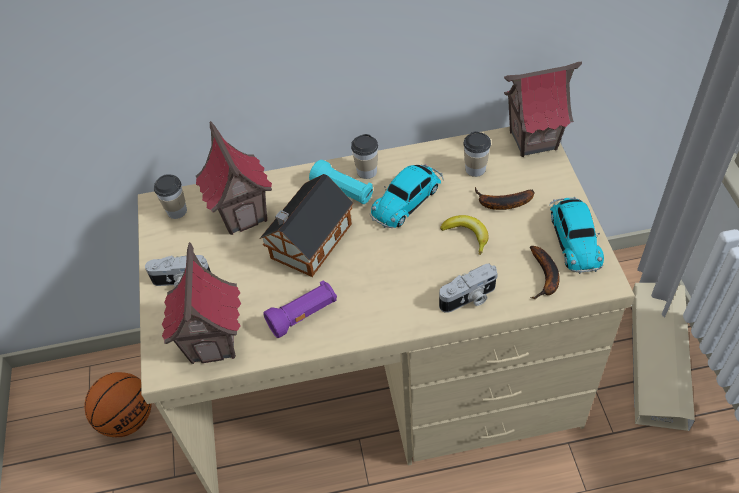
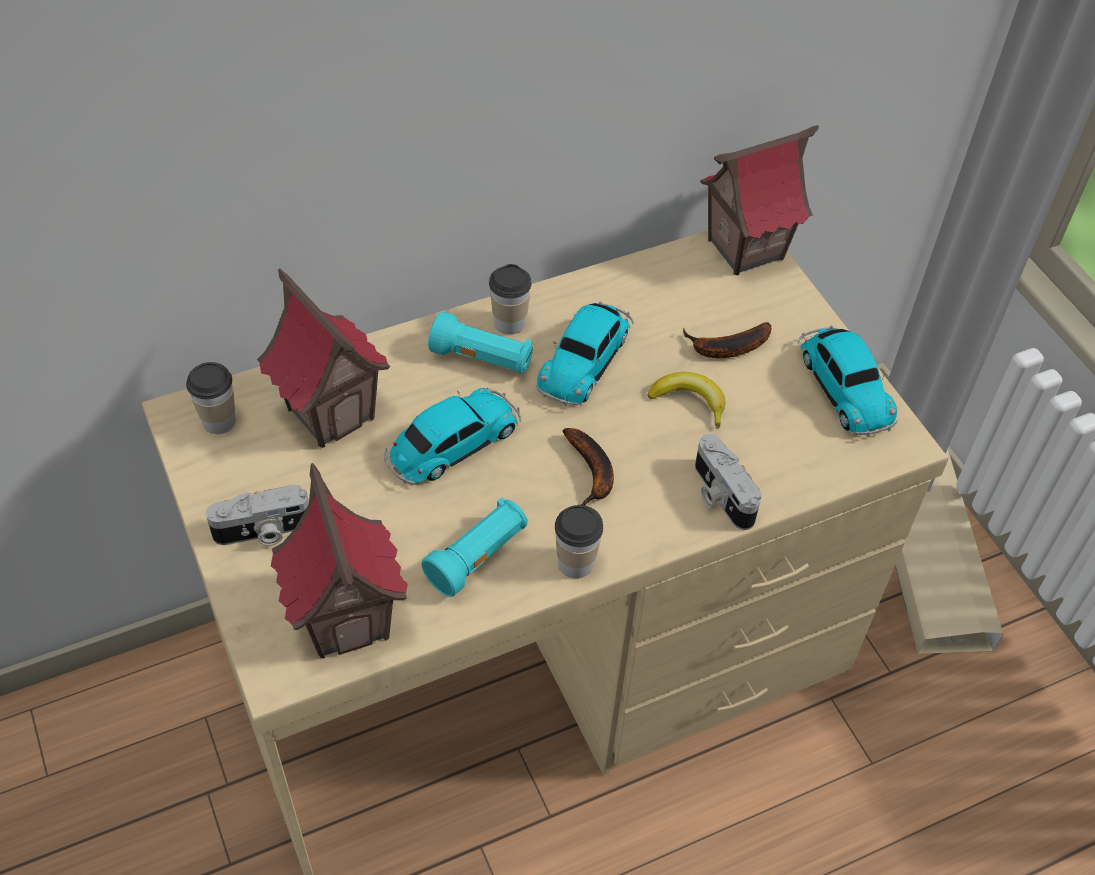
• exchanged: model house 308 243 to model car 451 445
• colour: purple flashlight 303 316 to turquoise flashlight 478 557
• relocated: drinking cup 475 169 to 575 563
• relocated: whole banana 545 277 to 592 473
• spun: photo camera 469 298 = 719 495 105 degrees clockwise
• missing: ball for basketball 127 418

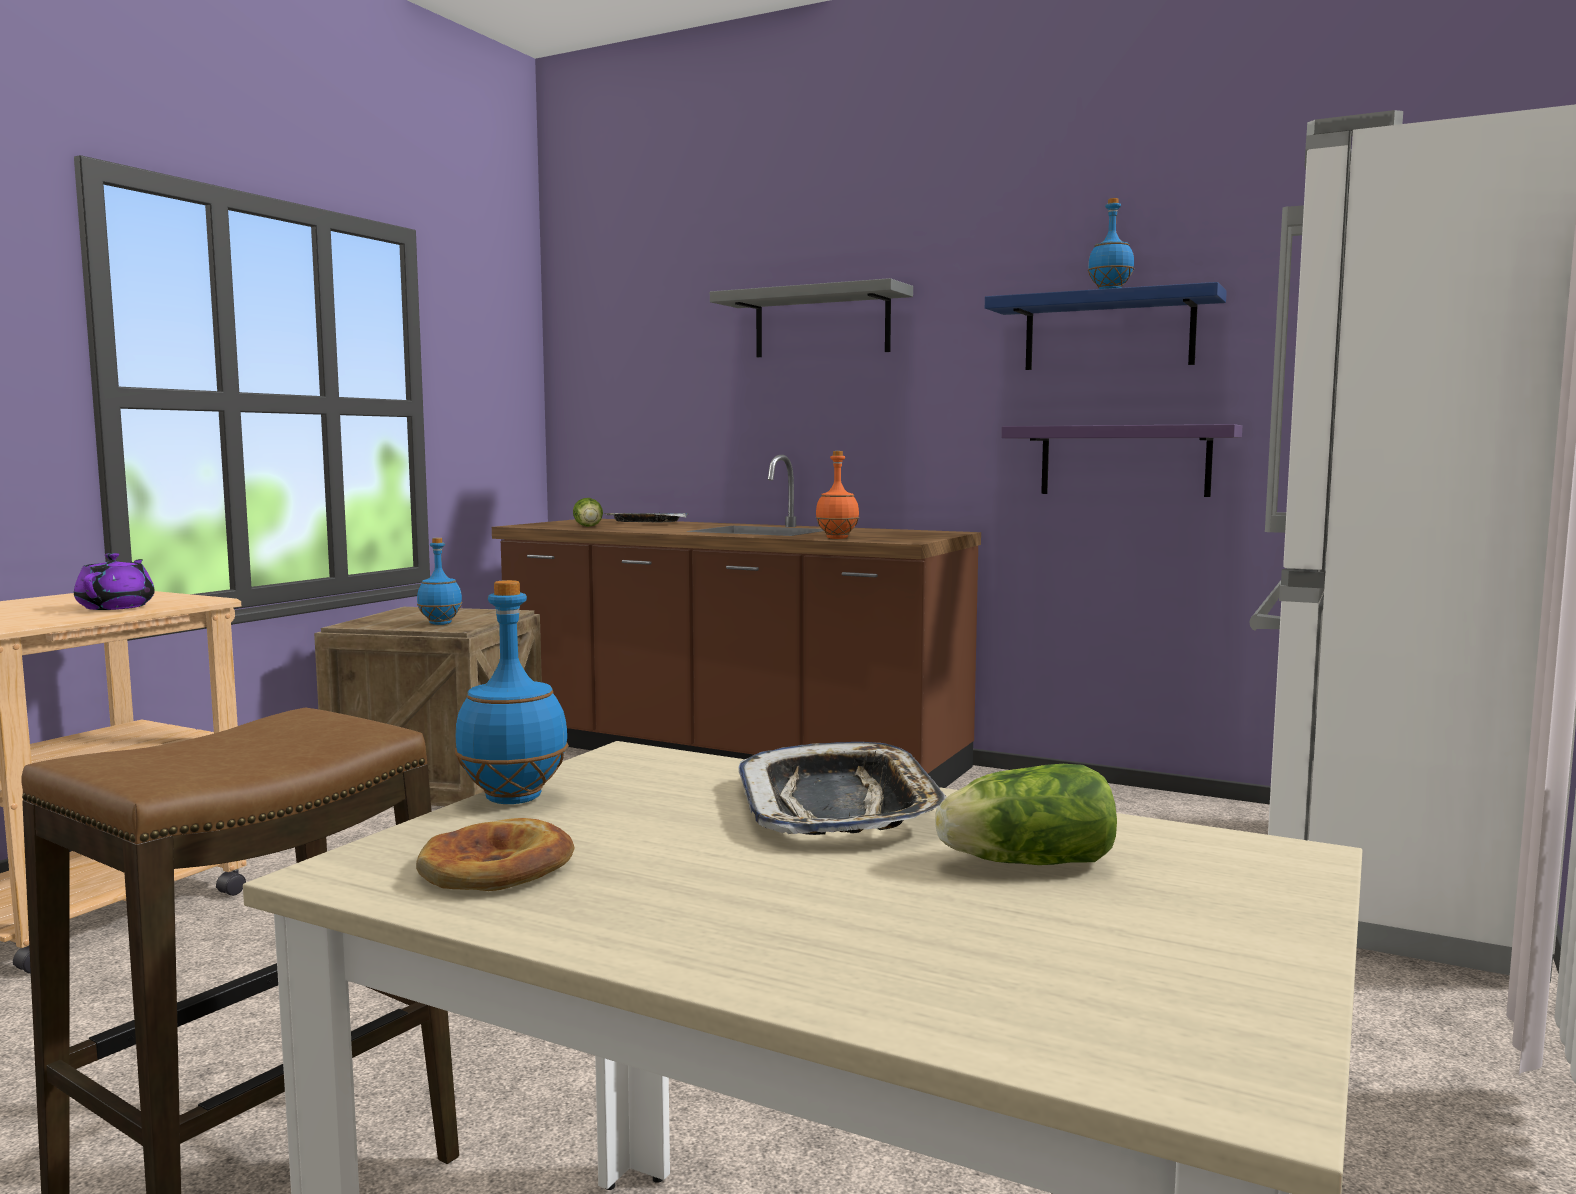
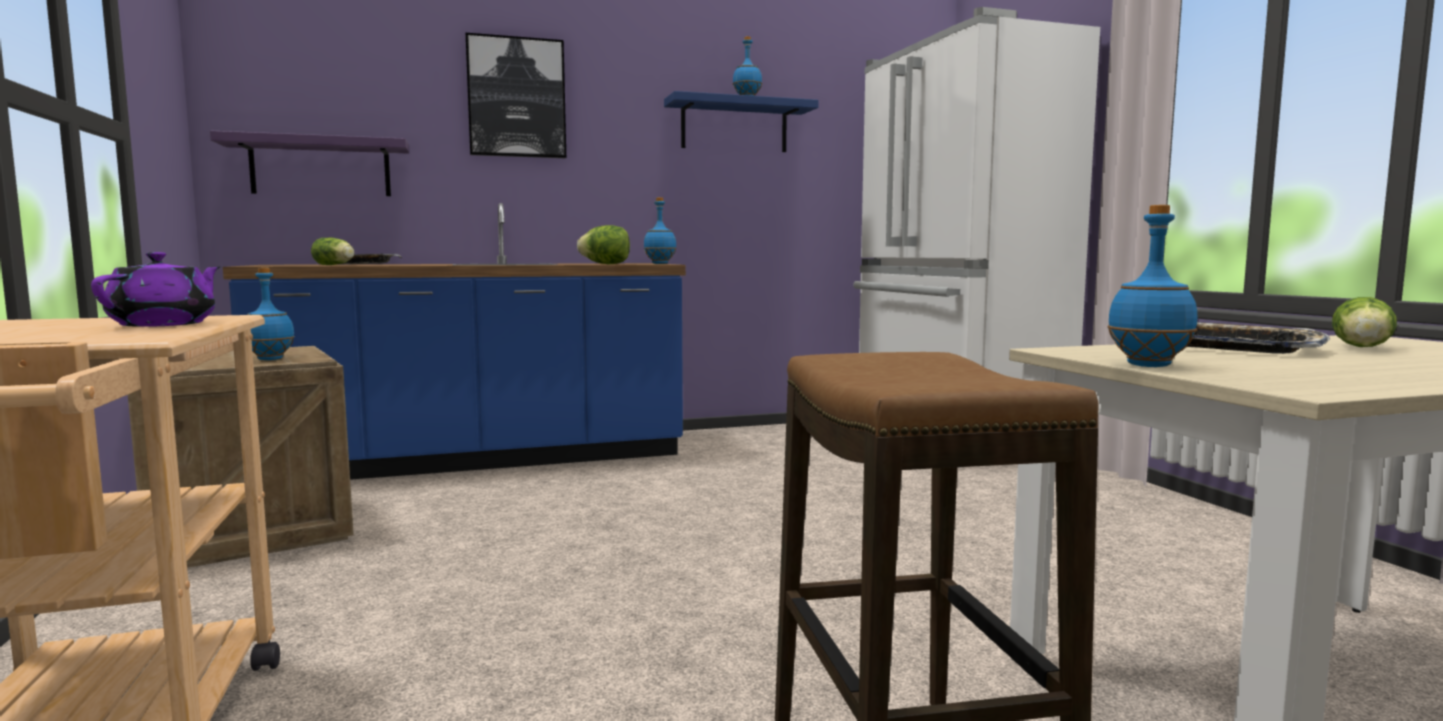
• spun: purple pot for tea 117 607 = 165 324 60 degrees clockwise
• relocated: purple shelf 1124 460 to 321 168
• colour: brown-coloured kitchen counter 730 756 to blue kitchen counter 479 459
• exchanged: grey shelf 822 323 to wall picture 516 98
• exchanged: orange-coloured bottle 837 538 to lettuce head 606 264
• appeared: blue bottle 659 264
• missing: bakery bread 494 868

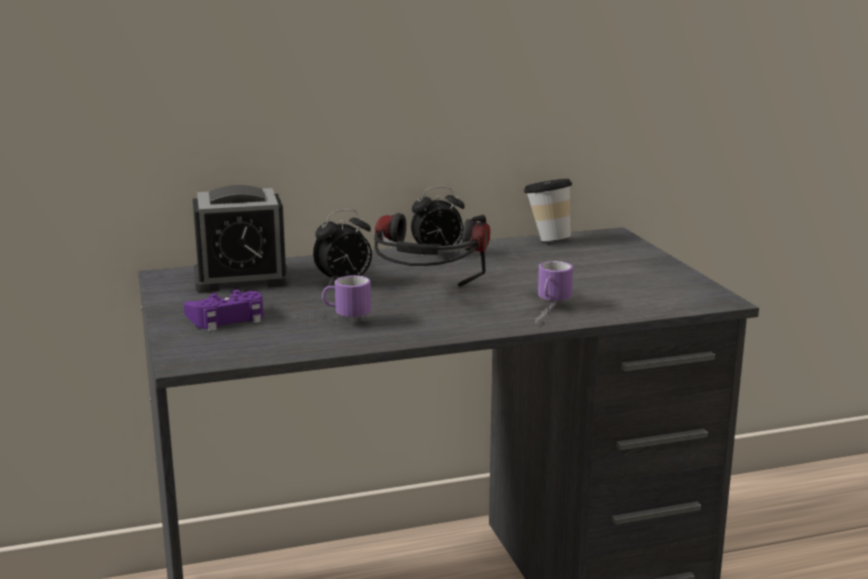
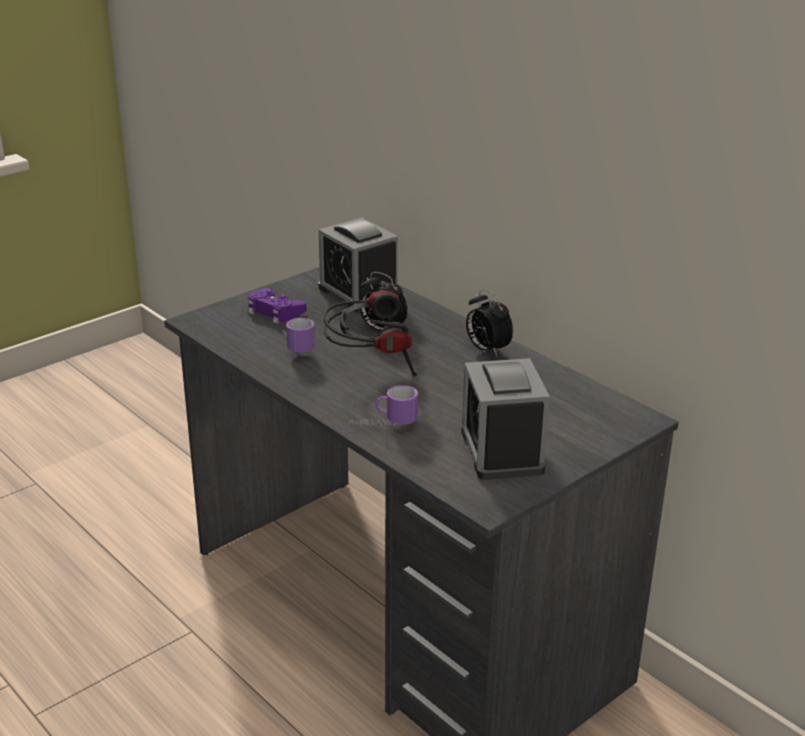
• appeared: table clock 501 451
• missing: drinking cup 547 239

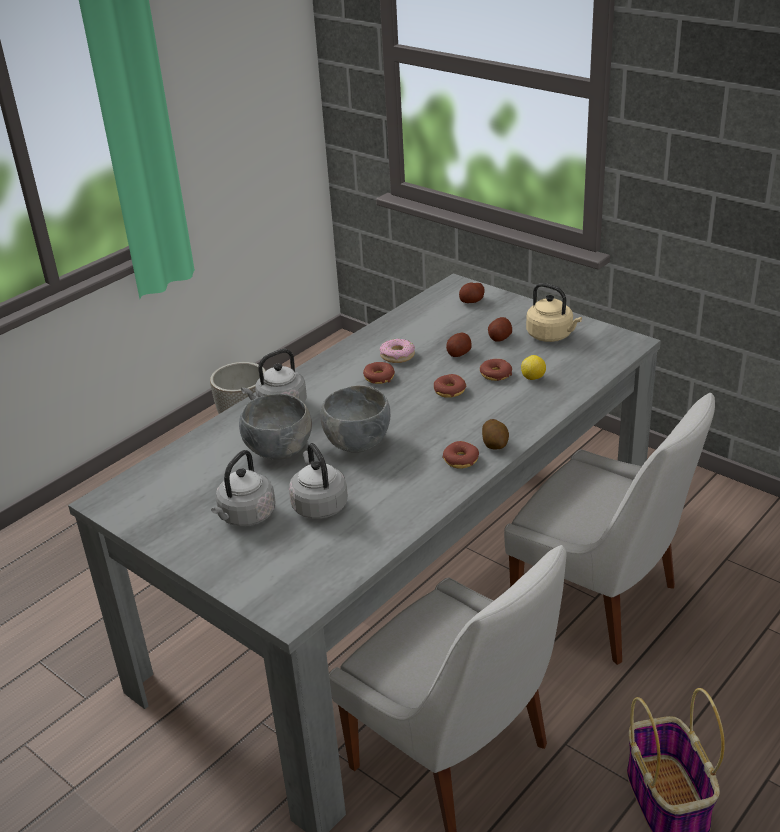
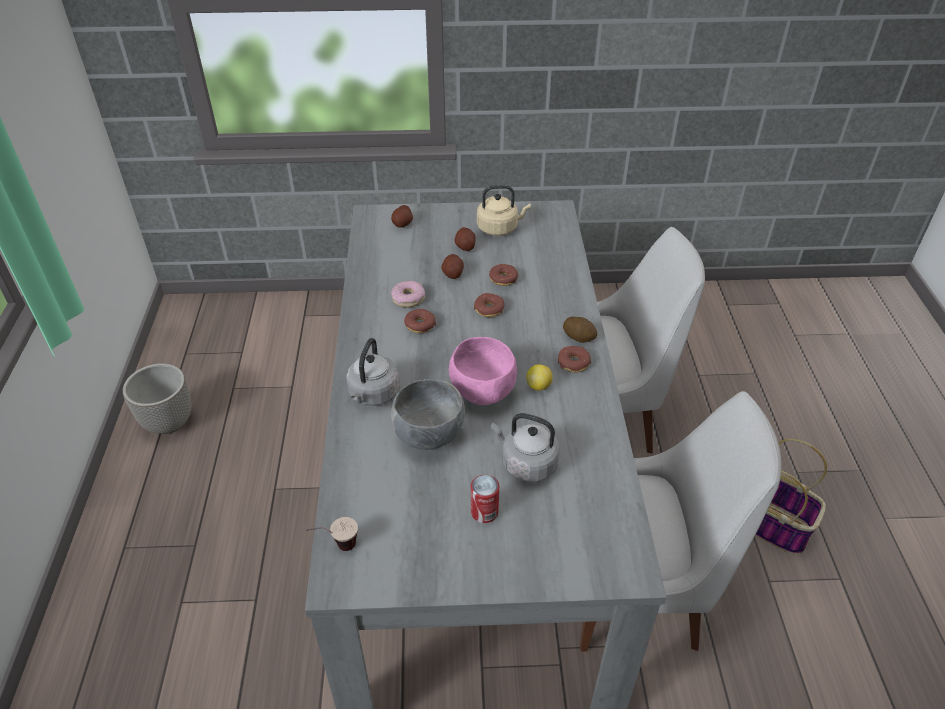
• appeared: drinking cup 336 547
• colour: grey serving bowl 357 444 to pink-coloured serving bowl 482 393
• exchanged: grey kettle 245 517 to sealed can 484 512
• relocated: whole lemon 533 378 to 538 386

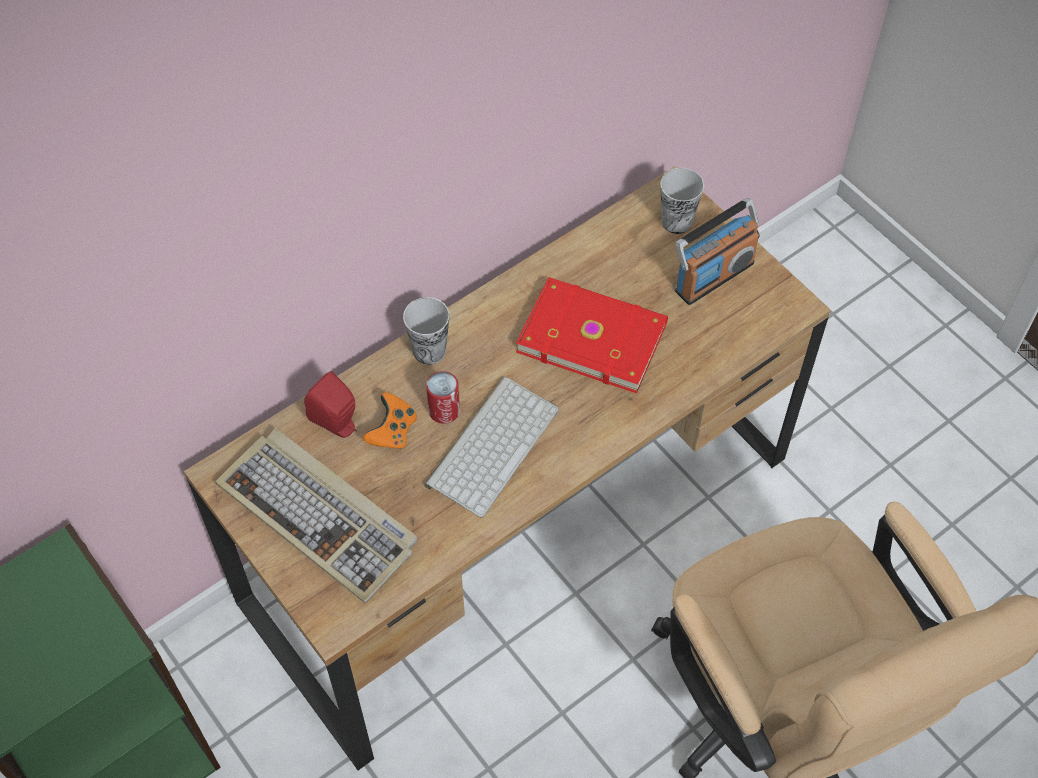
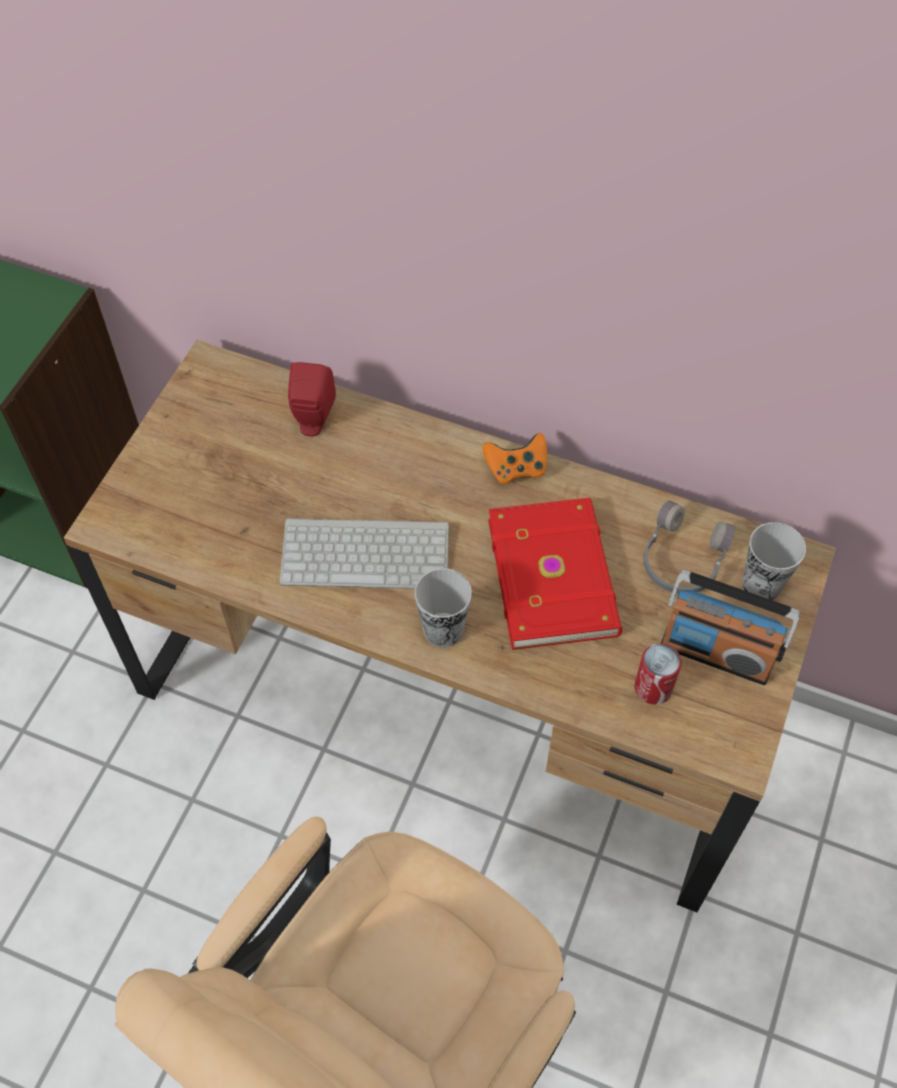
• relocated: drinking cup 429 350 to 443 629
• relocated: orange-coloured game controller 392 431 to 516 468
• relocated: sealed can 444 410 to 653 687
• appeared: grey pair of headphones 681 559
• missing: computer keyboard 320 516

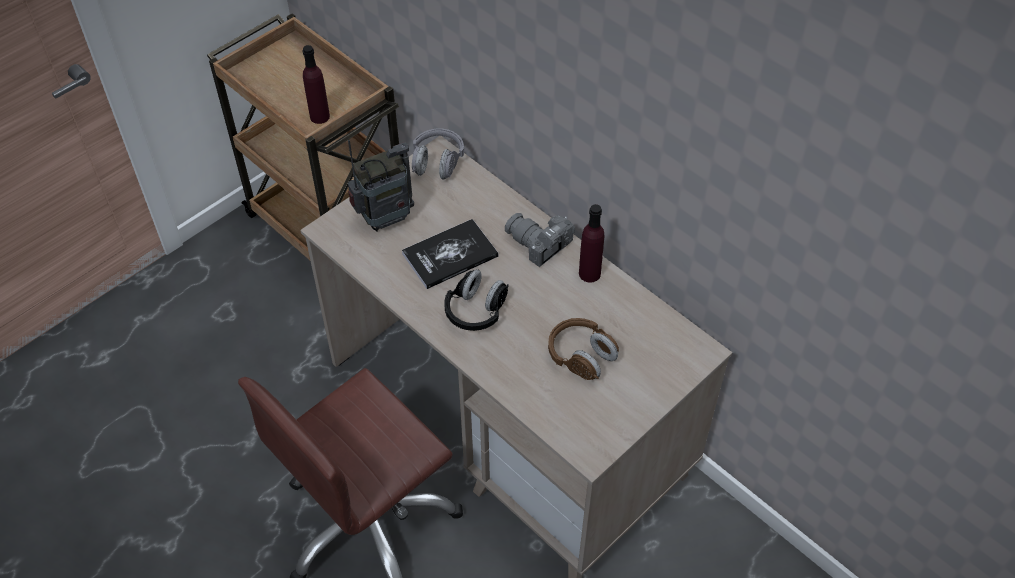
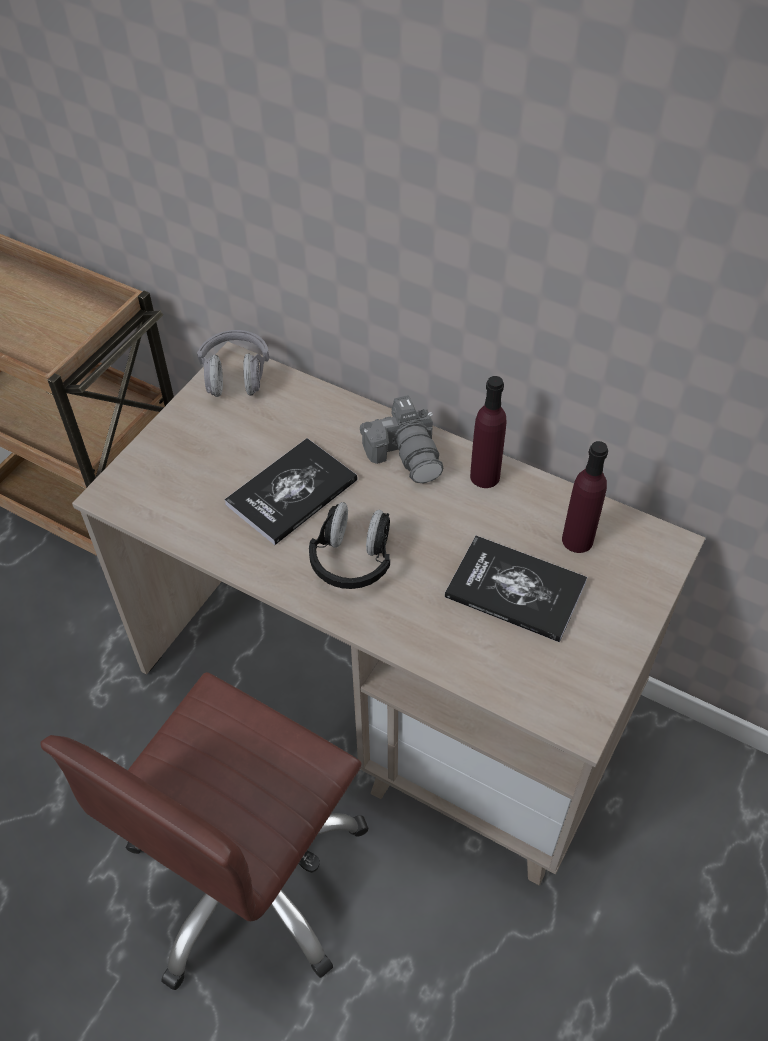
• spun: photo camera 539 245 = 406 454 135 degrees counterclockwise
• exchanged: brown-coloured pair of headphones 581 357 to book 515 590
• relocated: purple bottle 320 116 to 577 540
• missing: radio receiver 386 219

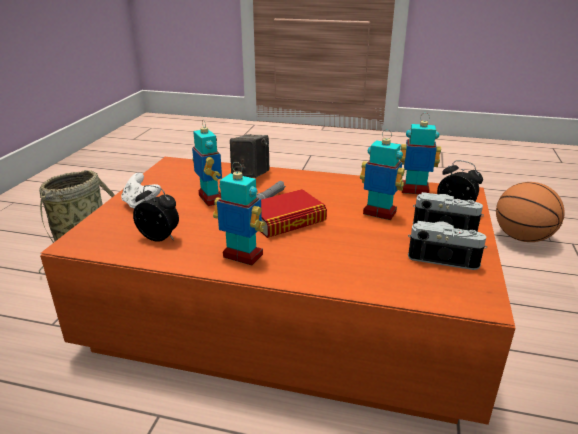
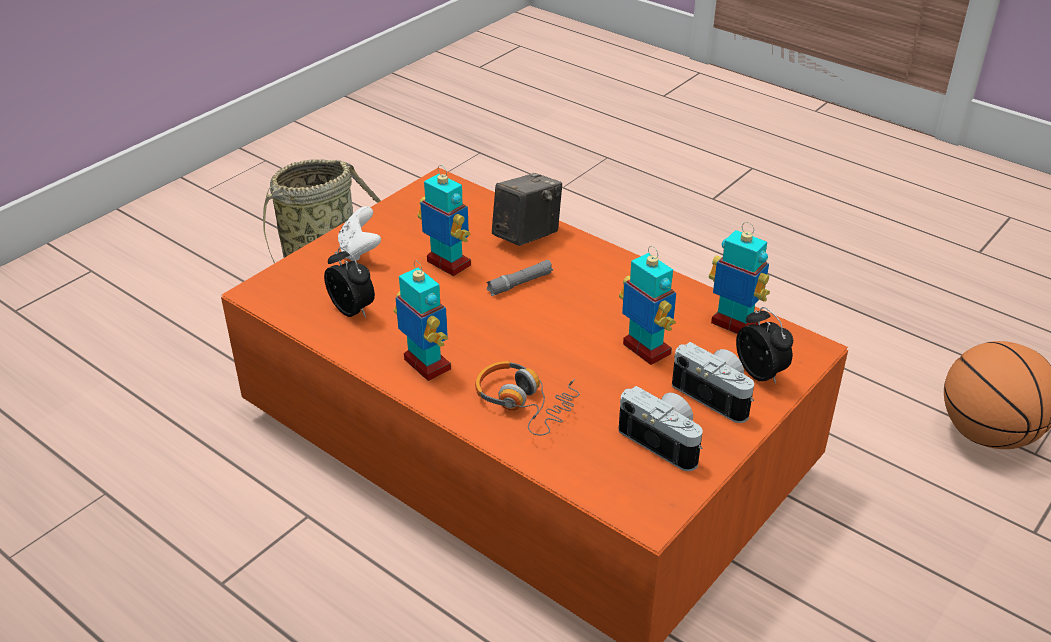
• spun: toy robot 211 199 = 448 264 45 degrees counterclockwise
• appeared: pair of headphones 524 403
• missing: book 286 220

